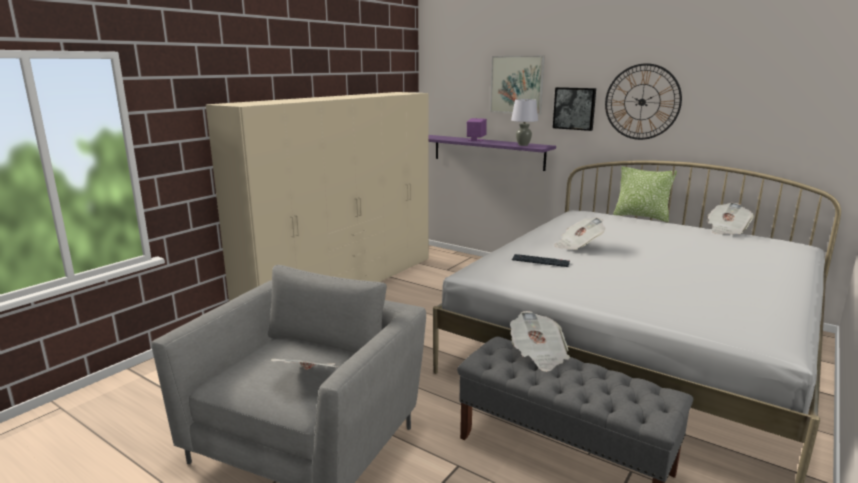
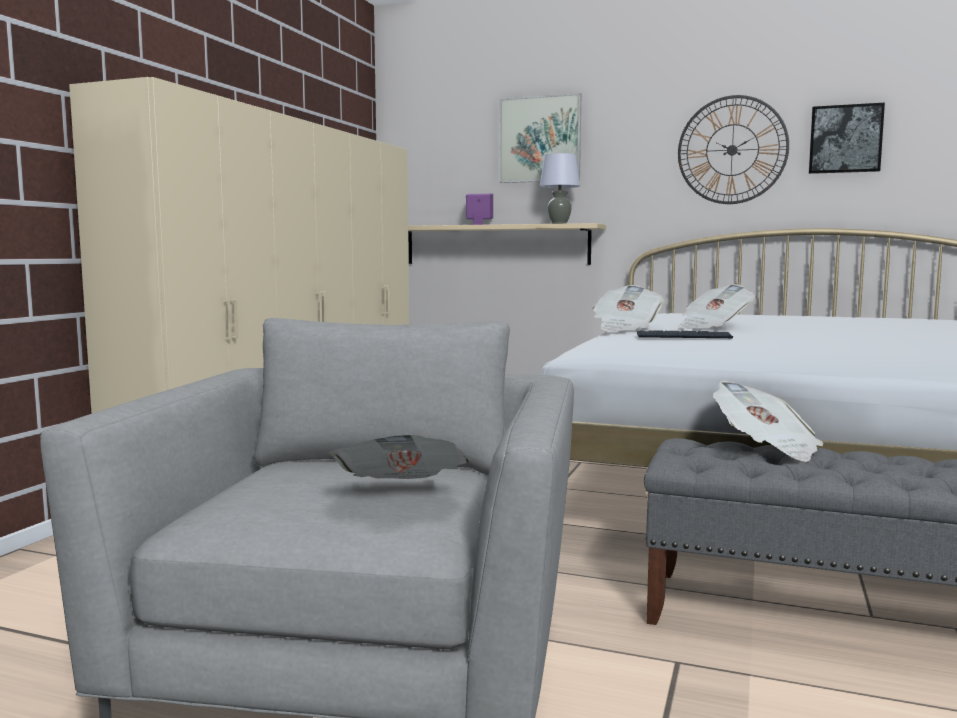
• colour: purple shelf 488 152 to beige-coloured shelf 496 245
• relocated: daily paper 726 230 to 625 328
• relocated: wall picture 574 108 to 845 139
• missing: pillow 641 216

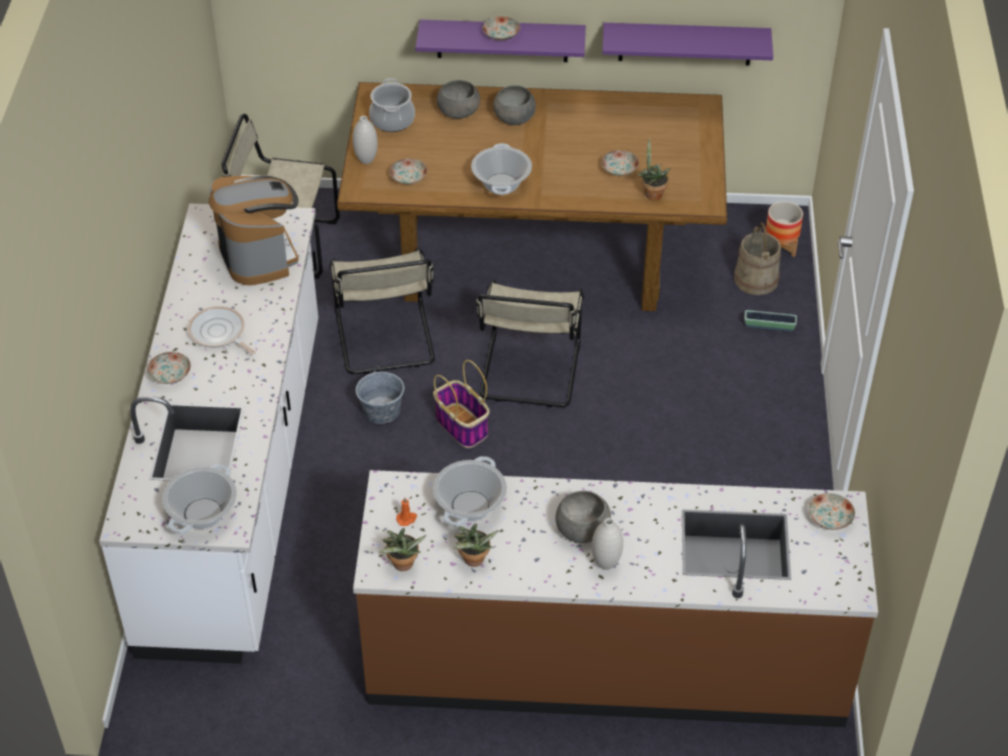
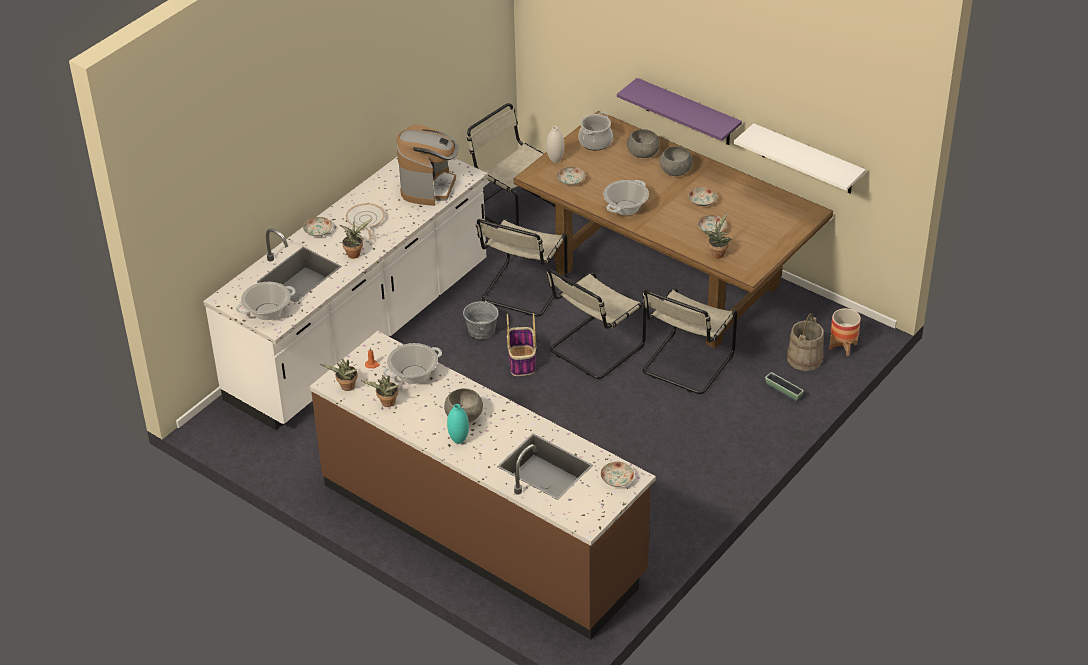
• appeared: plant in a pot 355 253
• colour: whitish vase 606 564 to turquoise vase 459 440
• appeared: beige-coloured plain chair 686 365
• relocated: flat dish 501 35 to 702 202
• colour: purple shelf 685 43 to whitish shelf 807 160

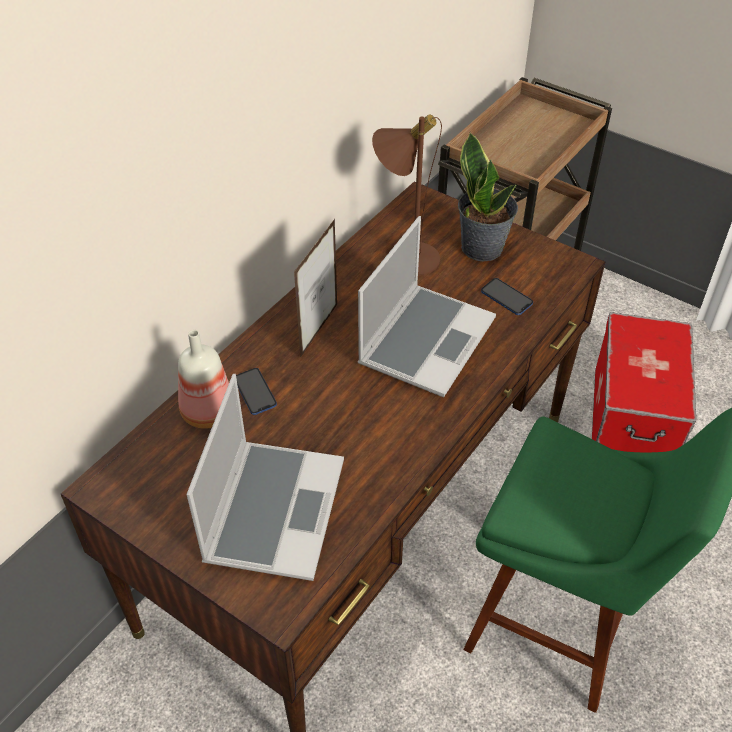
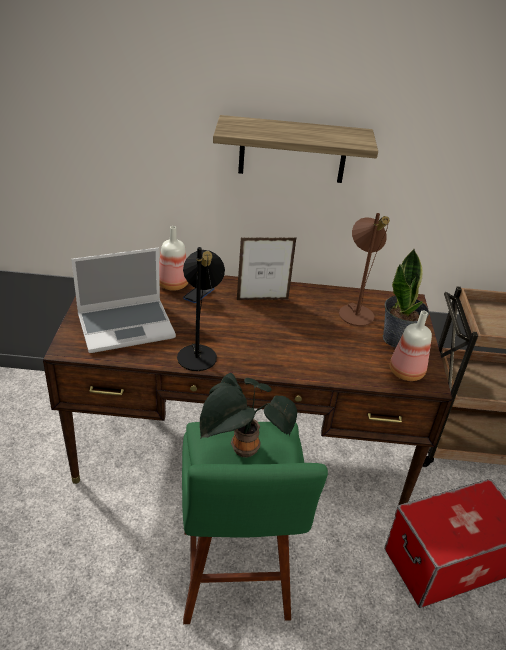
• appeared: black-coloured table lamp 199 352
• appeared: plant in a pot 242 451
• appeared: shelf 293 150
• appeared: bottle 406 373
• missing: notebook computer 426 340
• missing: phone 506 298

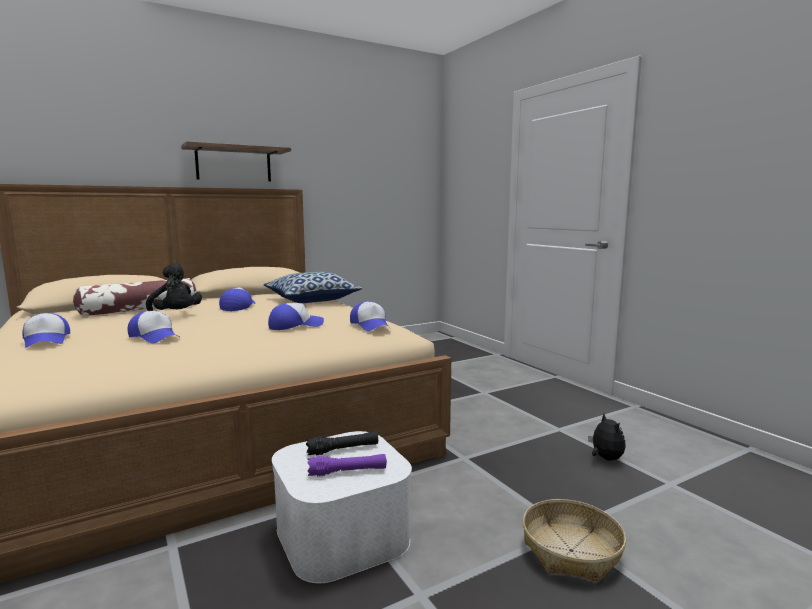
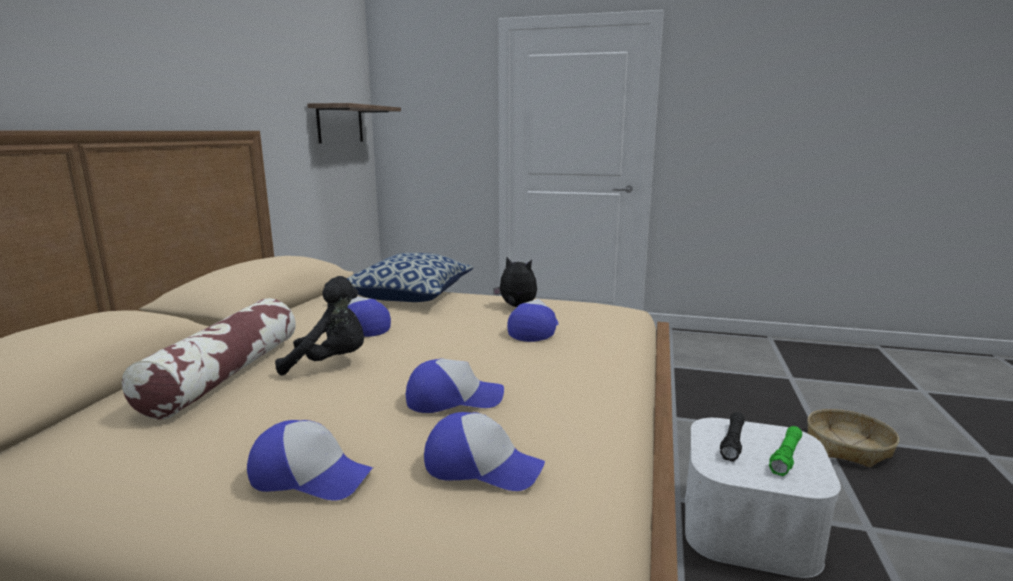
• relocated: shelf 233 164 to 340 124
• relocated: peaked cap 371 325 to 482 466
• relocated: soft toy 605 458 to 516 307
• colour: purple flashlight 347 472 to green flashlight 786 457

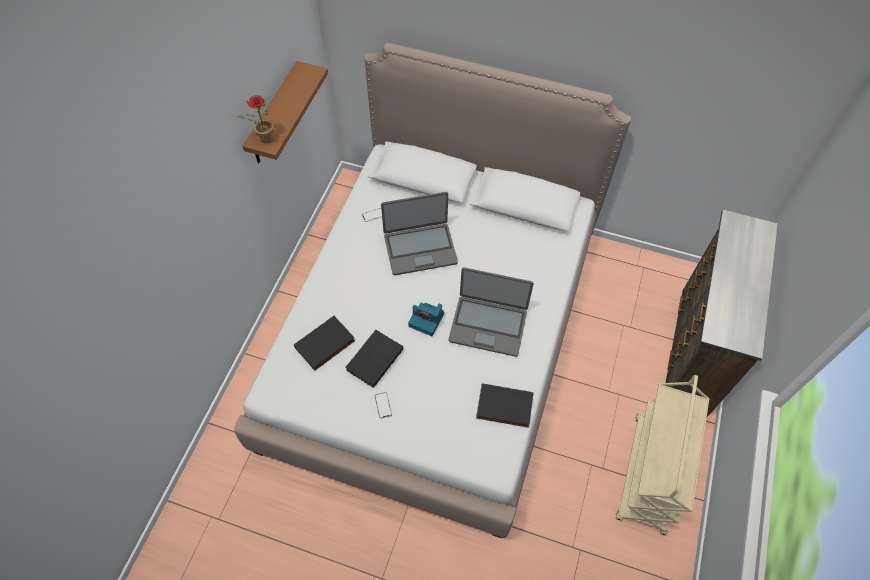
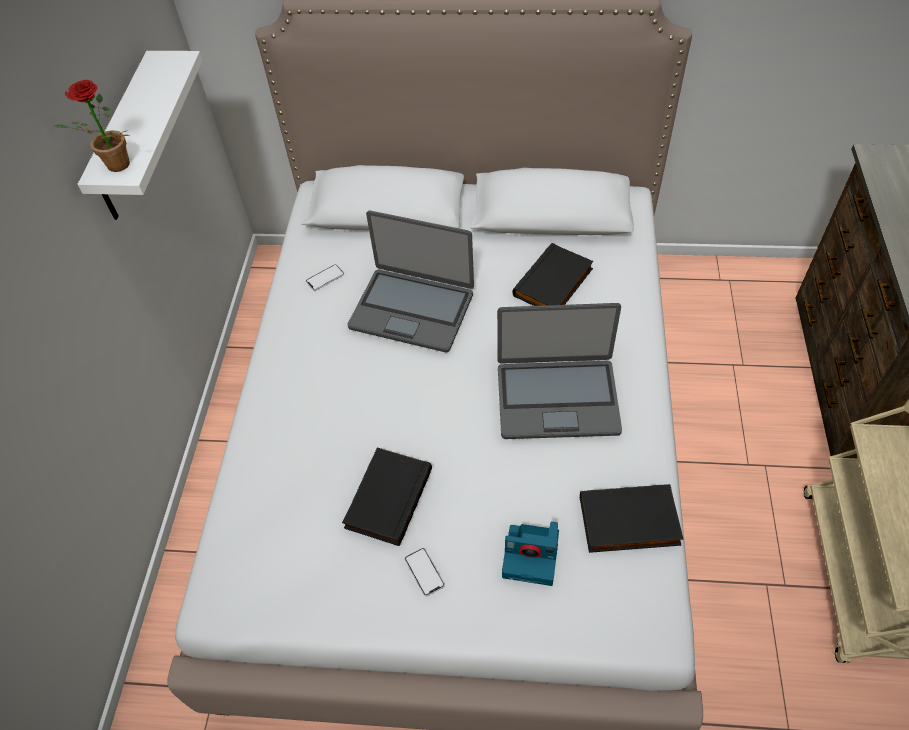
• colour: brown-coloured shelf 274 116 to whitish shelf 127 140
• spun: notebook computer 420 248 = 412 309 45 degrees clockwise
• relocated: photo camera 427 320 to 532 555
• relocated: black-coloured book 325 345 to 554 283

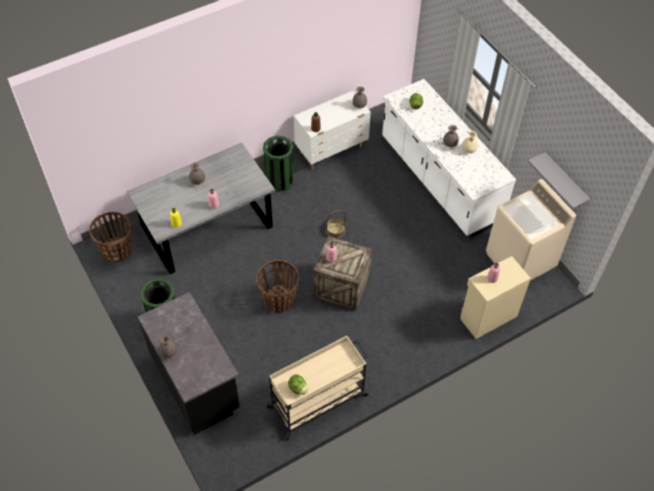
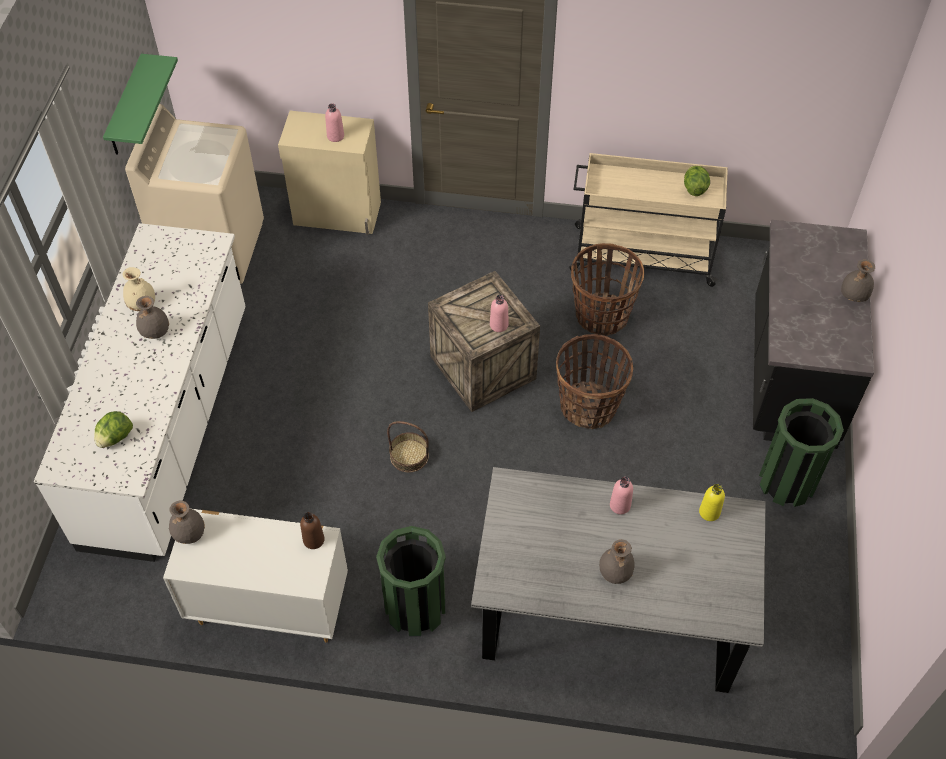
• colour: grey shelf 565 181 to green shelf 126 107
• relocated: storage basket 117 250 to 601 315

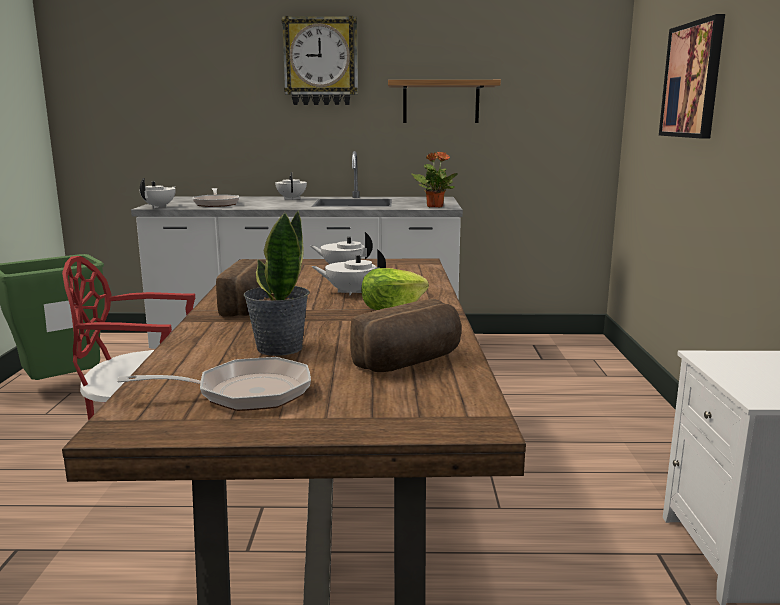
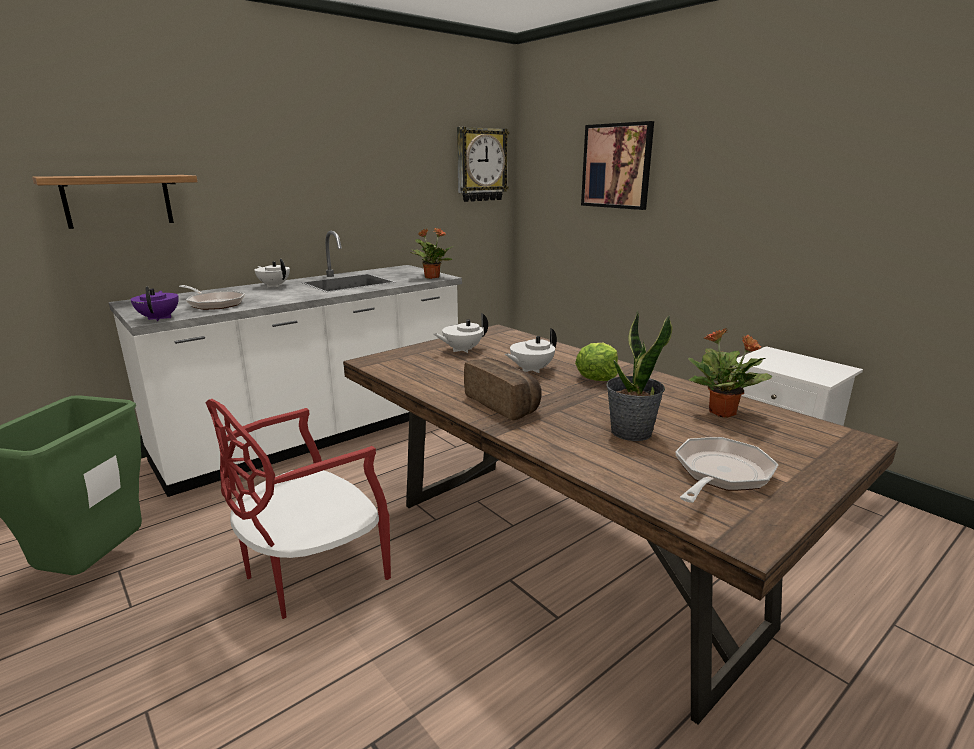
• relocated: shelf 441 102 to 118 200
• colour: whitish pot for tea 159 207 to purple pot for tea 159 318
• relocated: clock on the wall 321 61 to 481 165
• exchanged: bakery bread 411 362 to plant in a pot 723 413

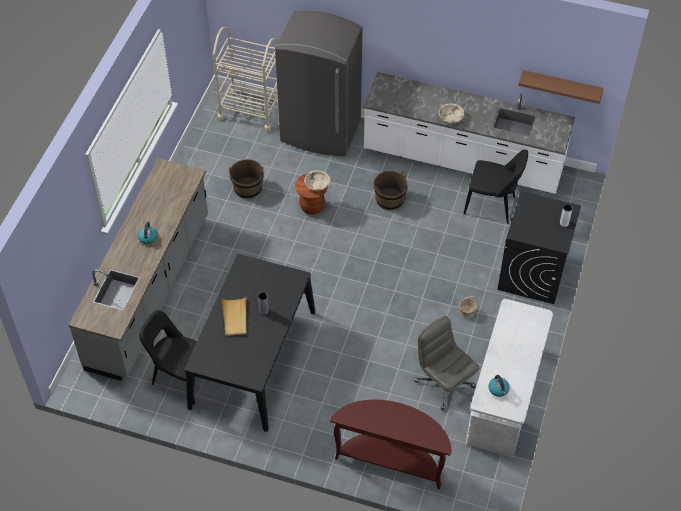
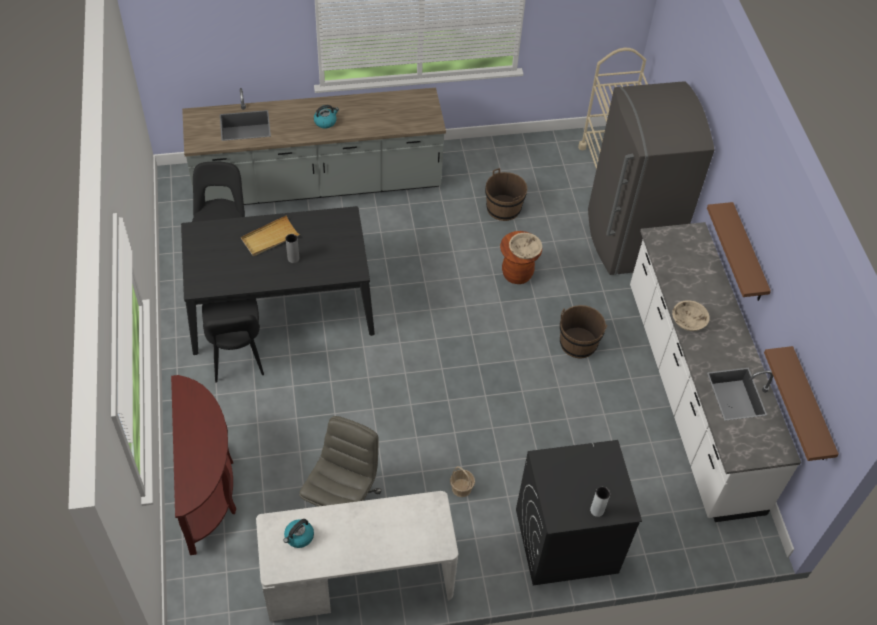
• relocated: black-coloured plain chair 492 206 to 237 357
• appeared: brown-coloured shelf 747 254

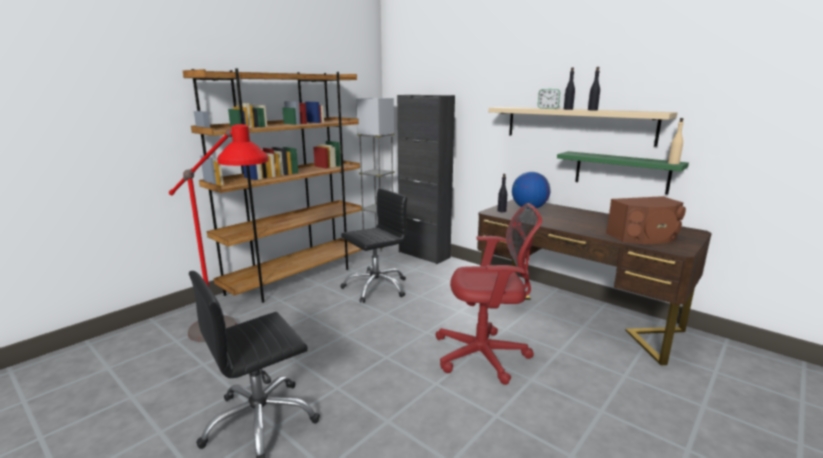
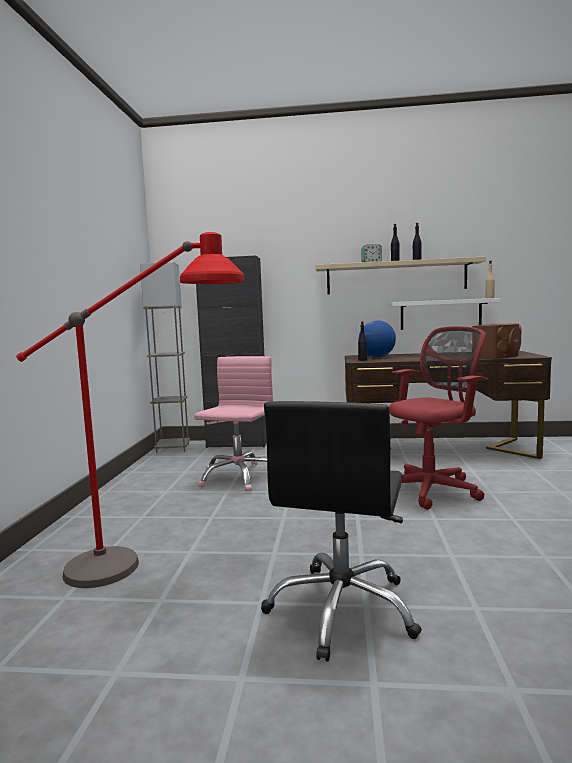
• colour: black-coloured office chair 376 287 to pink-coloured office chair 238 477
• colour: green shelf 621 172 to whitish shelf 440 314
• missing: brown-coloured bookcase 297 278

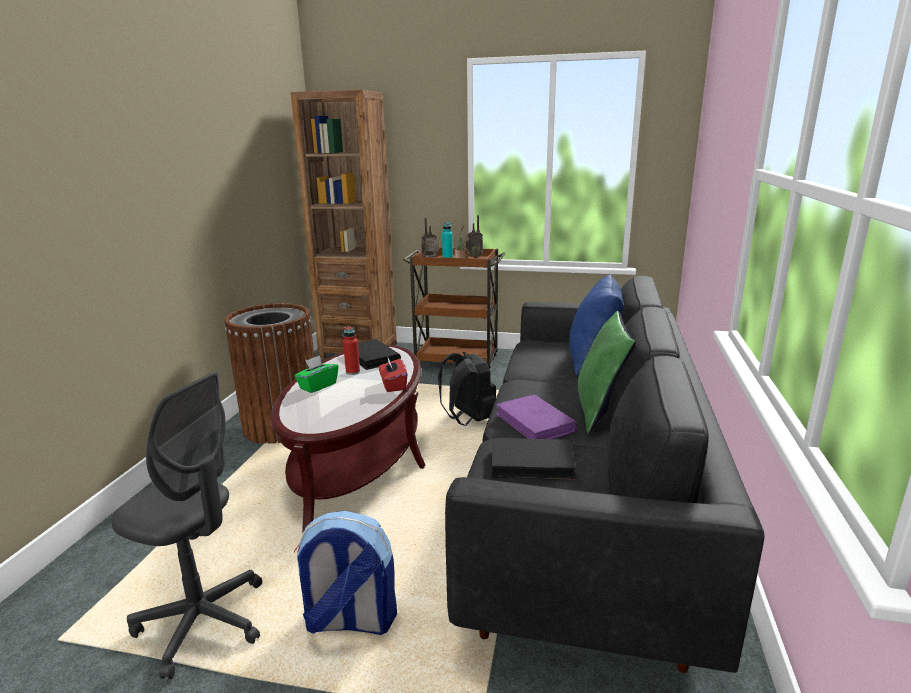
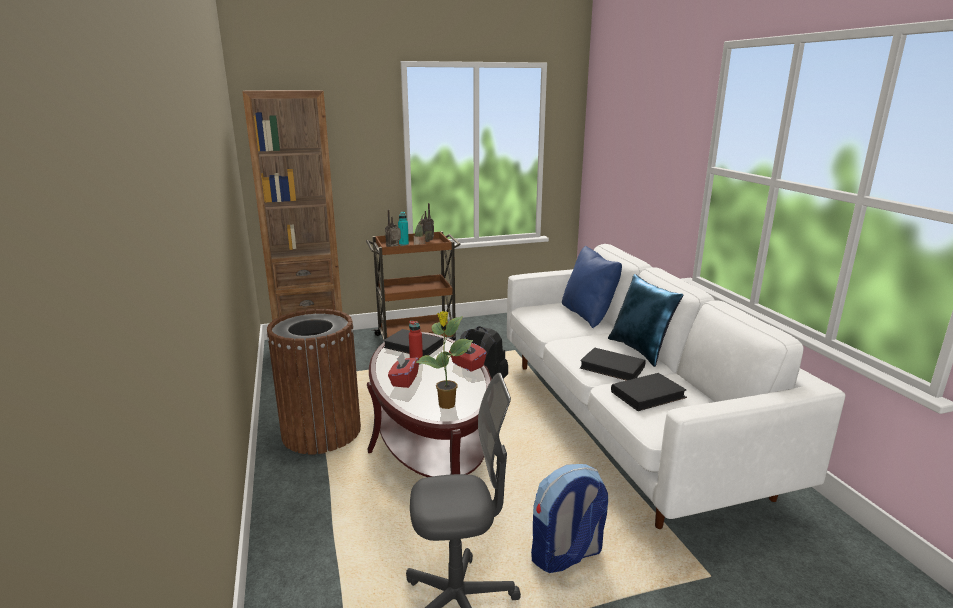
• colour: green box of tissues 317 386 to red box of tissues 404 380
• appeared: plant in a pot 446 405
• colour: black-coloured couch 583 503 to whitish couch 625 423
• colour: purple book 535 423 to black-coloured book 612 368
• colour: green pillow 600 412 to blue pillow 640 350

